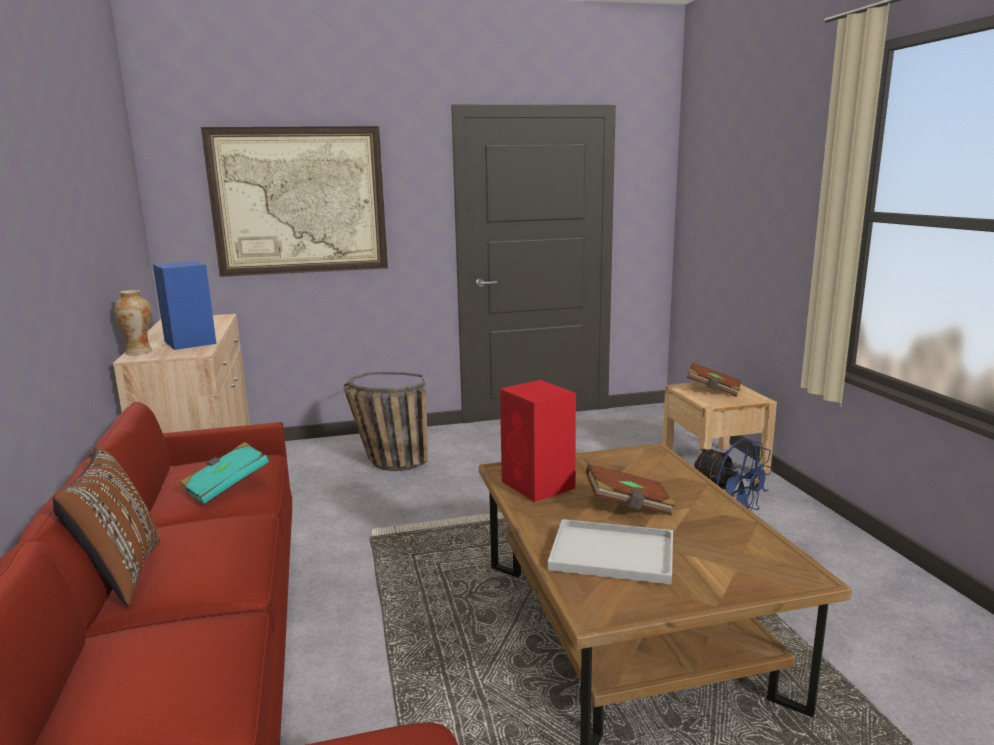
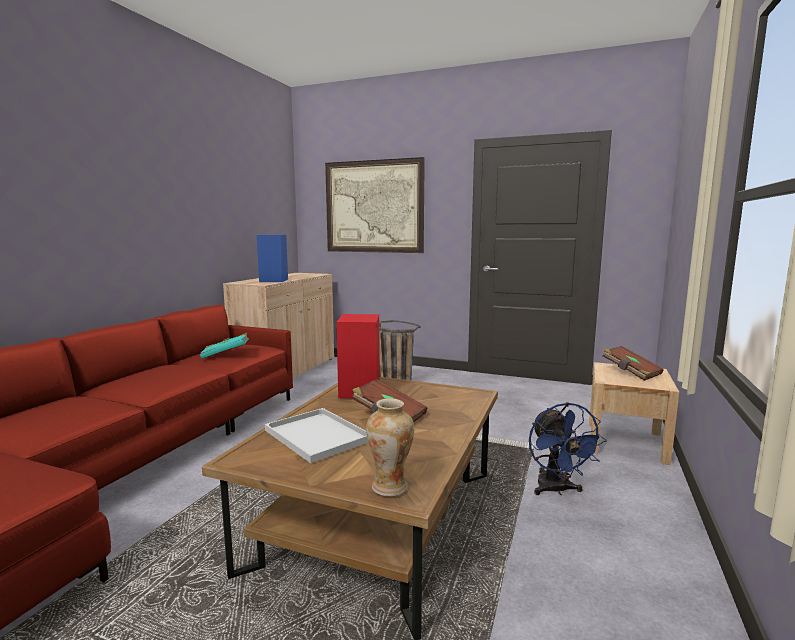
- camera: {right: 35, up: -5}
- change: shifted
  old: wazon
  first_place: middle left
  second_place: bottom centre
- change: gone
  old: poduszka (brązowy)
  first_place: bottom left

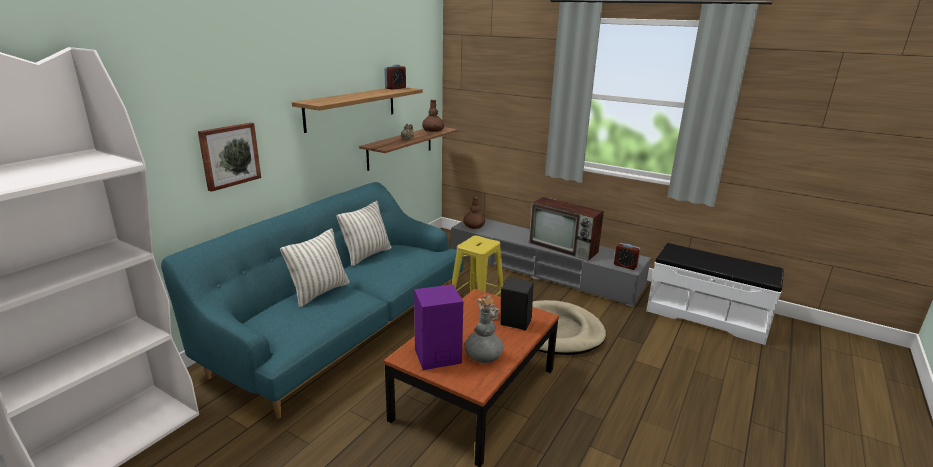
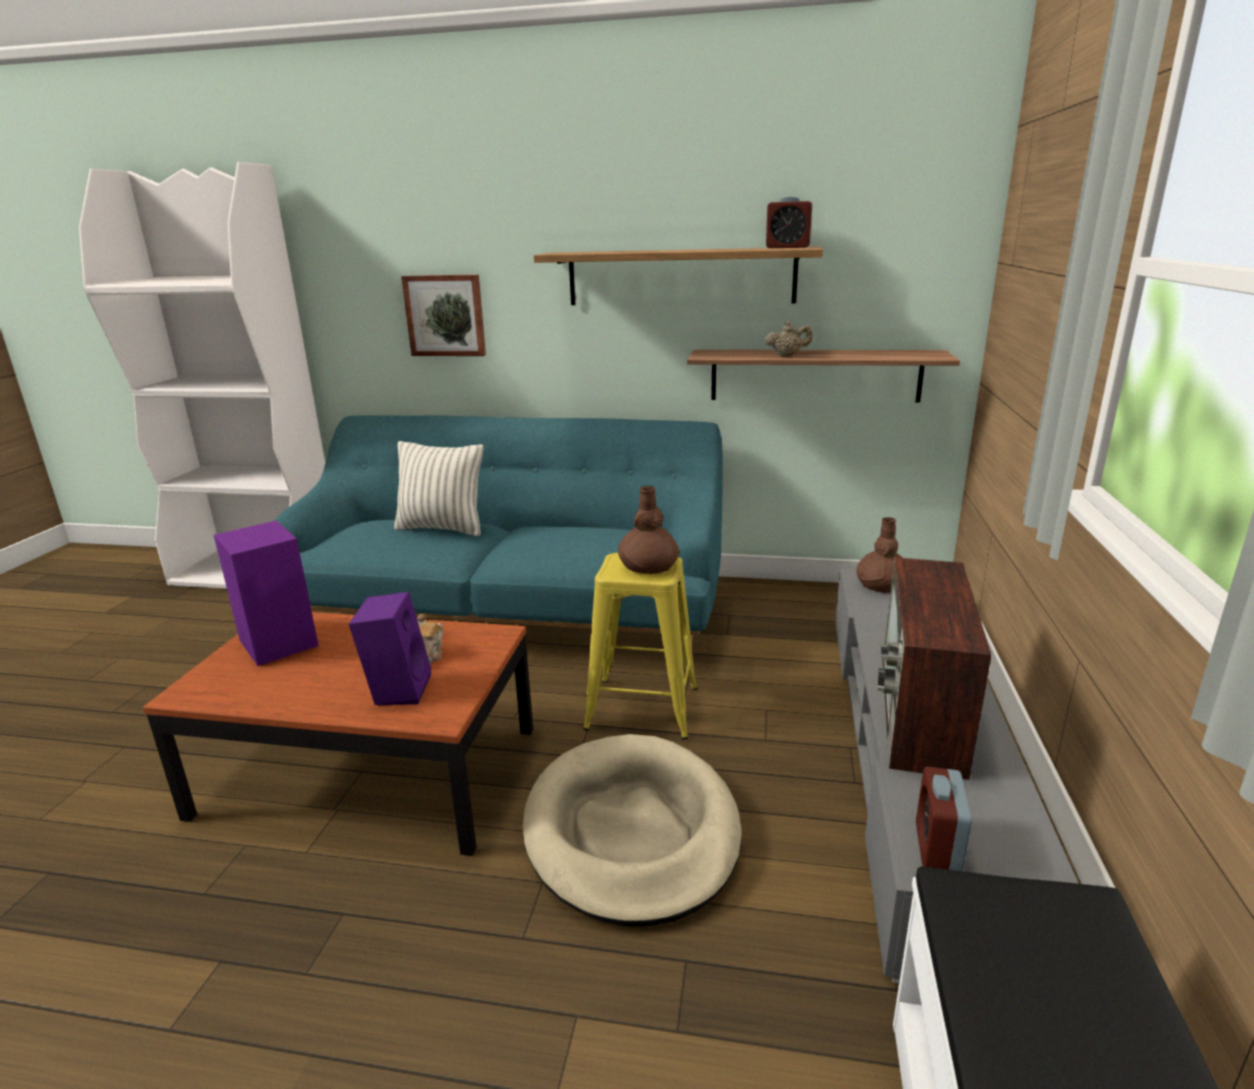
- camera: {right: 70, up: 0}
- change: shifted
  old: wazon (brązowy) (no. 1 from left)
  first_place: top centre
  second_place: centre
- change: gone
  old: poduszka (no. 2 from left)
  first_place: centre
- change: repainted
  old: głośnik (czarny)
  new: głośnik (fioletowy) (no. 2 from left)
  first_place: centre
  second_place: middle left
- change: gone
  old: wazon (szary)
  first_place: bottom centre

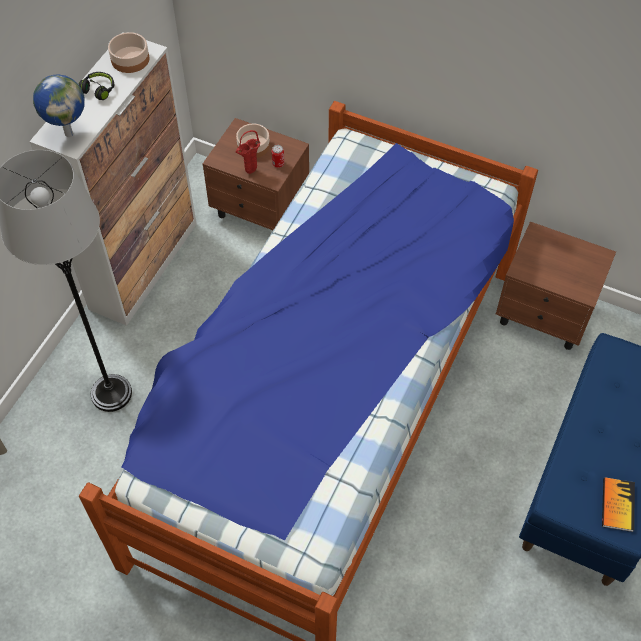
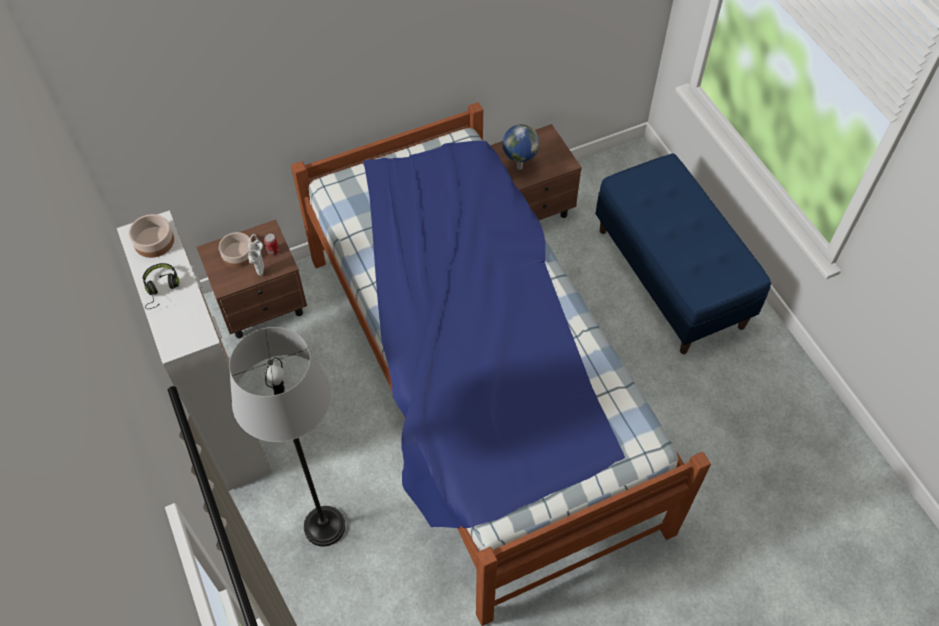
- camera: {right: -50, up: 0}
- change: shifted
  old: globus
  first_place: top left
  second_place: top centre
- change: repainted
  old: wazon (czerwony)
  new: wazon (biały)
  first_place: top centre
  second_place: middle left
- change: gone
  old: książka
  first_place: bottom right

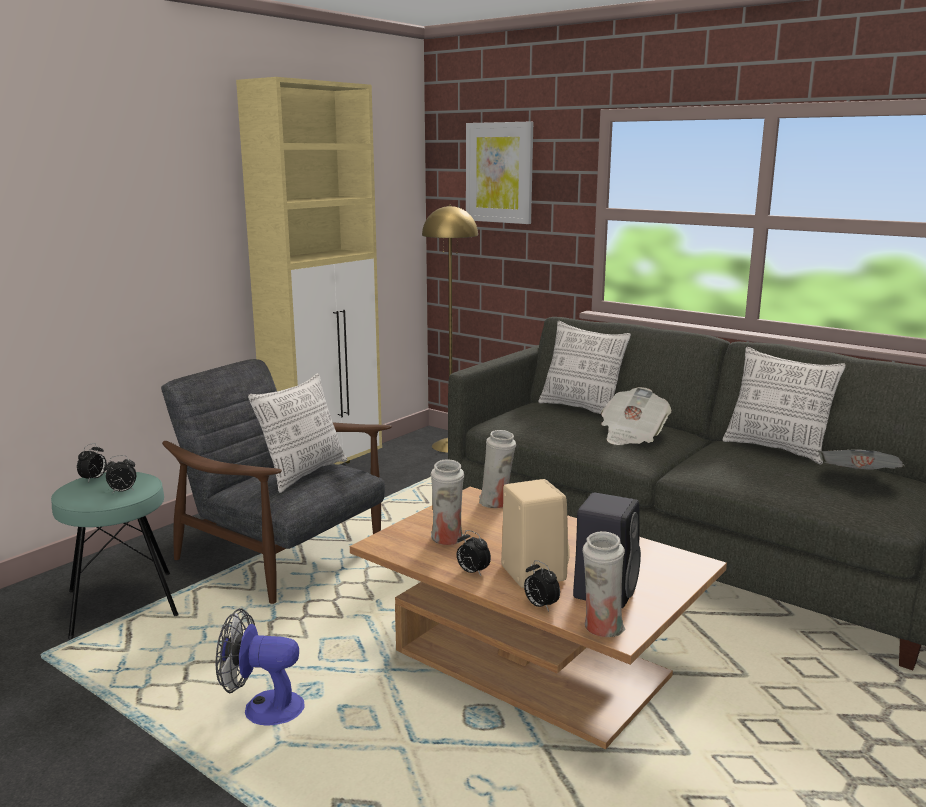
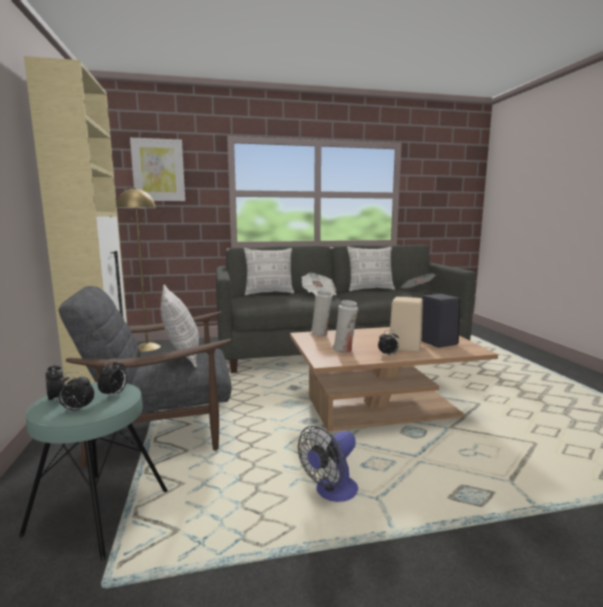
- camera: {right: -50, up: -5}
- change: gone
  old: wazon (biały) (no. 3 from left)
  first_place: bottom centre
- change: shifted
  old: budzik (no. 4 from left in the first image)
  new: budzik (no. 2 from left)
  first_place: bottom centre
  second_place: middle left

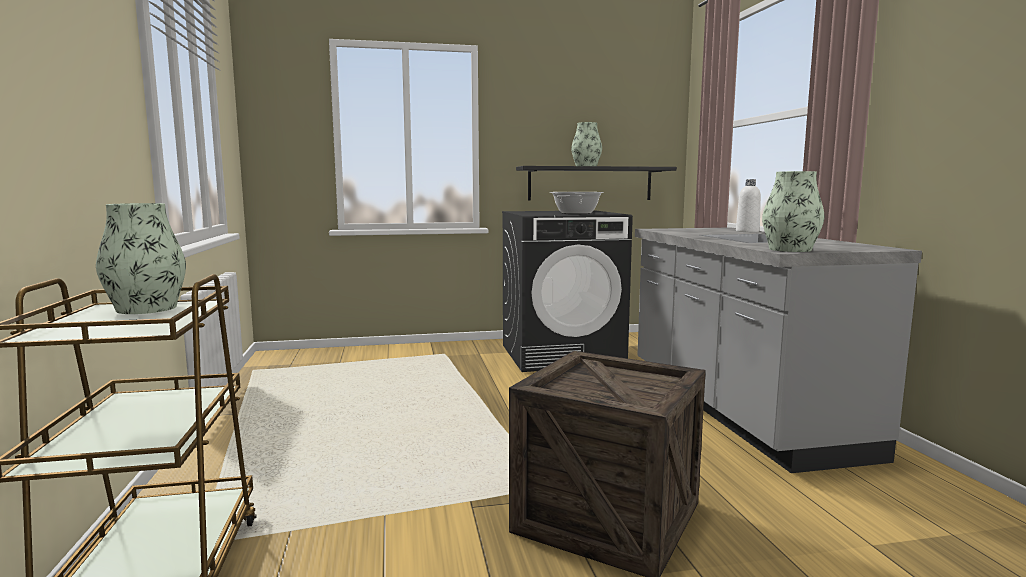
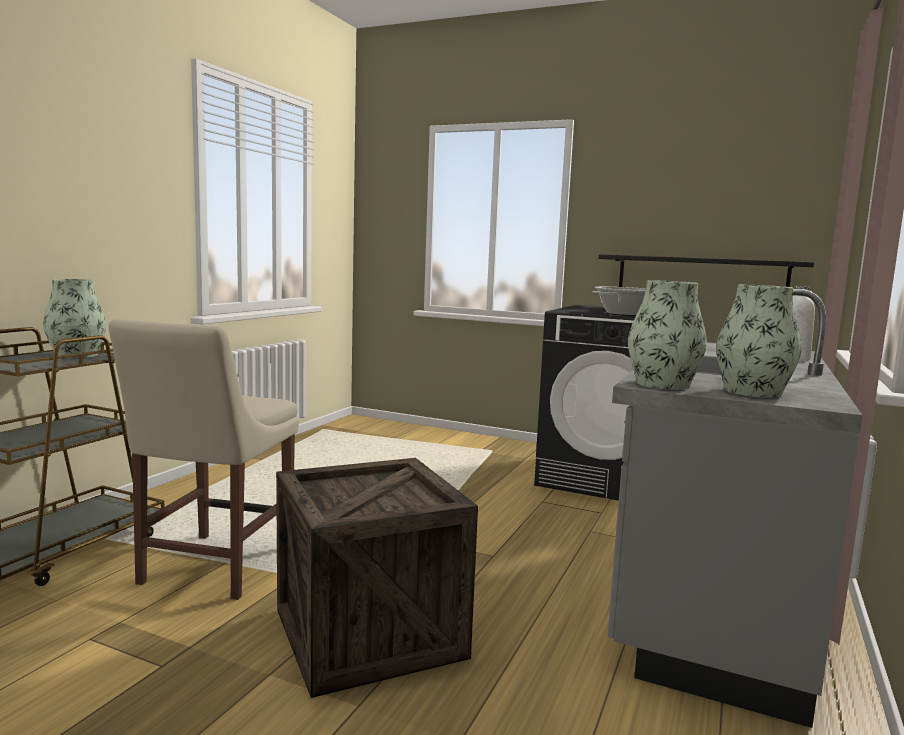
- camera: {right: 35, up: 0}
- change: shifted
  old: wazon (no. 2 from left in the first image)
  new: wazon (no. 3 from left)
  first_place: top centre
  second_place: middle right
- change: new
  new: krzesło (beżowy)
  second_place: middle left

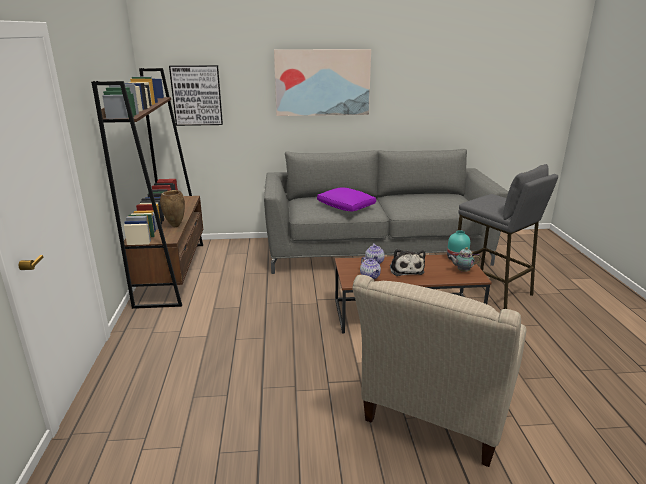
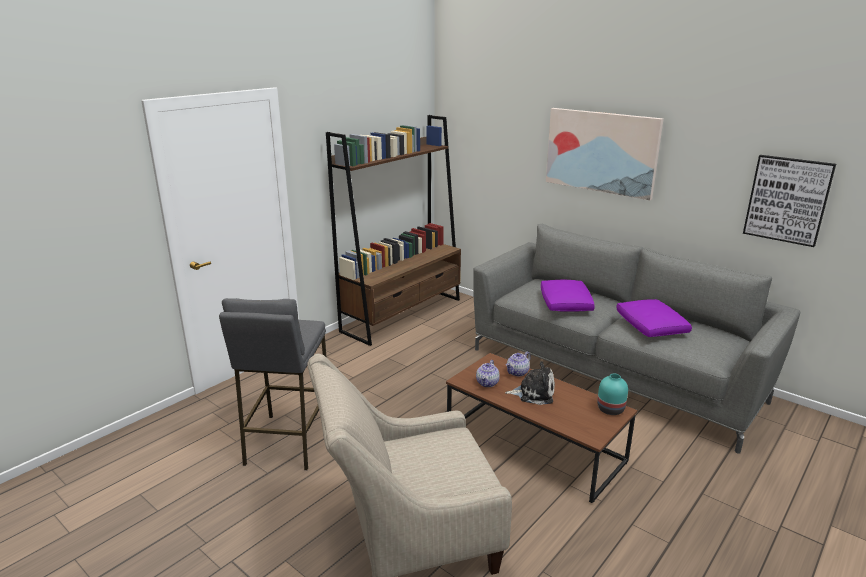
- camera: {right: 45, up: 0}
- change: shifted
  old: obraz (no. 1 from left in the first image)
  new: obraz (no. 2 from left)
  first_place: top left
  second_place: middle right
- change: shifted
  old: stołek (szary)
  first_place: middle right
  second_place: middle left
- change: gone
  old: wazon (brązowy)
  first_place: middle left
- change: gone
  old: imbryk (no. 3 from left)
  first_place: middle right
- change: rotated
  old: pluszak
  first_place: centre
  second_place: centre
  degrees: -120
- change: new
  new: poduszka (fioletowy) (no. 2 from left)
  second_place: middle right

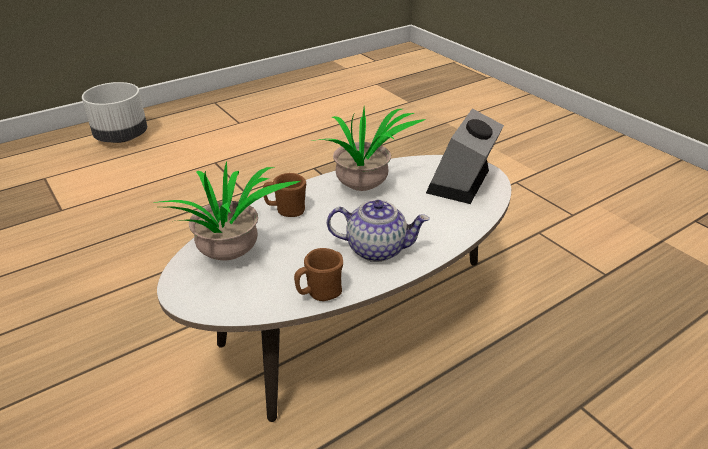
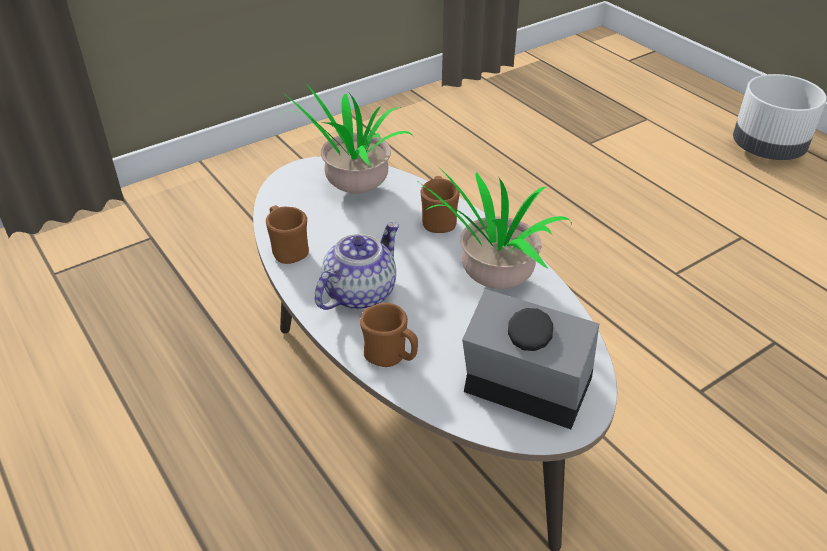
- camera: {right: 90, up: 5}
- change: rotated
  old: imbryk
  first_place: centre
  second_place: centre
  degrees: -150
- change: new
  new: kubek (brązowy) (no. 2 from left)
  second_place: centre

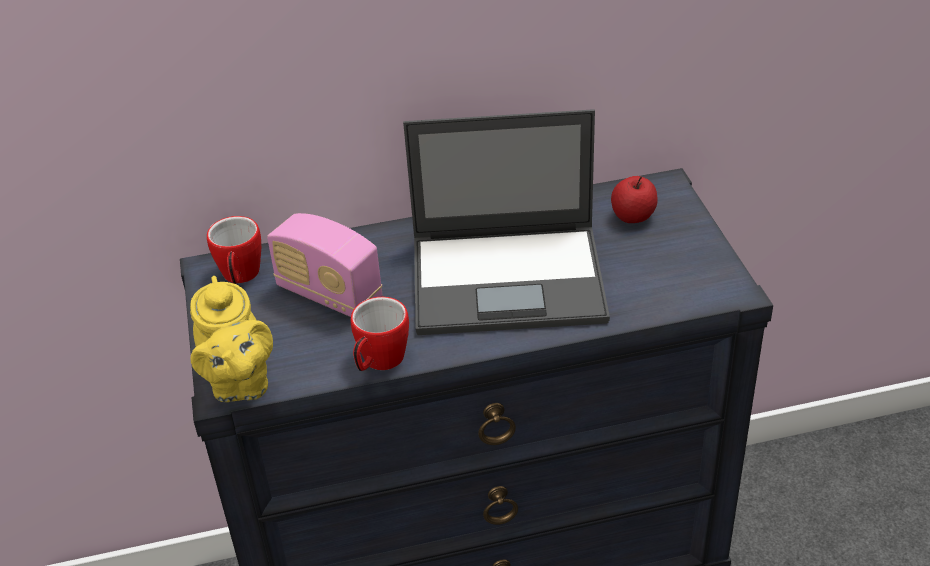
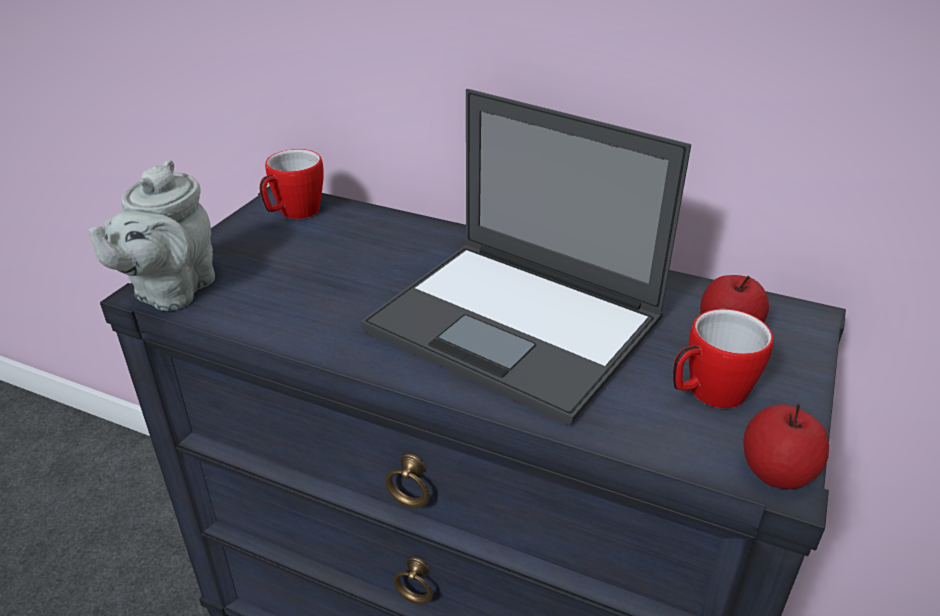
- camera: {right: 35, up: -5}
- change: gone
  old: radio
  first_place: centre
- change: repainted
  old: imbryk (żółty)
  new: imbryk (szary)
  first_place: middle left
  second_place: middle left
- change: shifted
  old: kubek (no. 2 from left)
  first_place: centre
  second_place: middle right
- change: new
  new: jabłko (no. 2 from left)
  second_place: bottom right

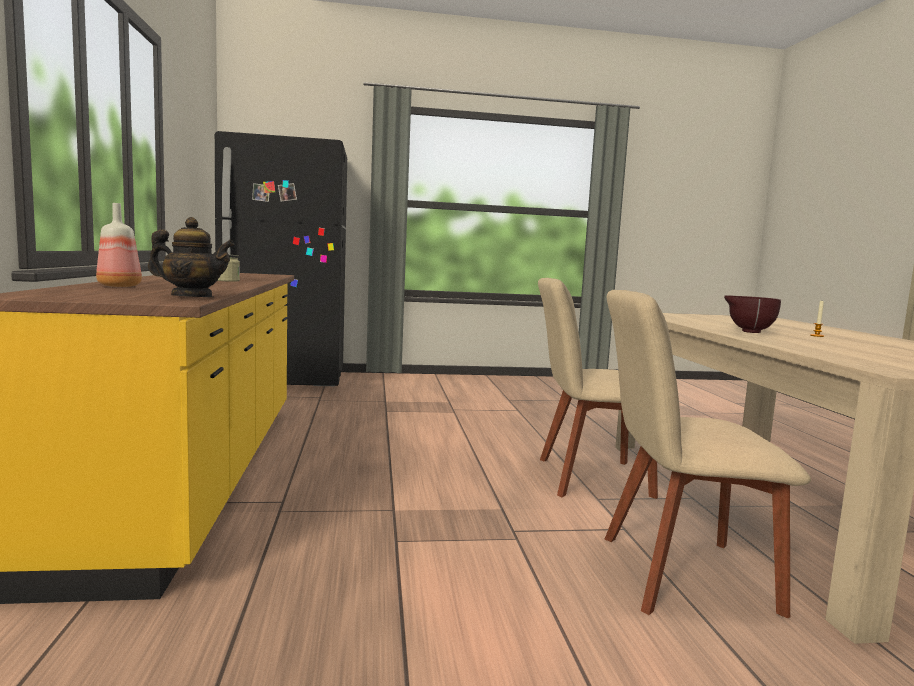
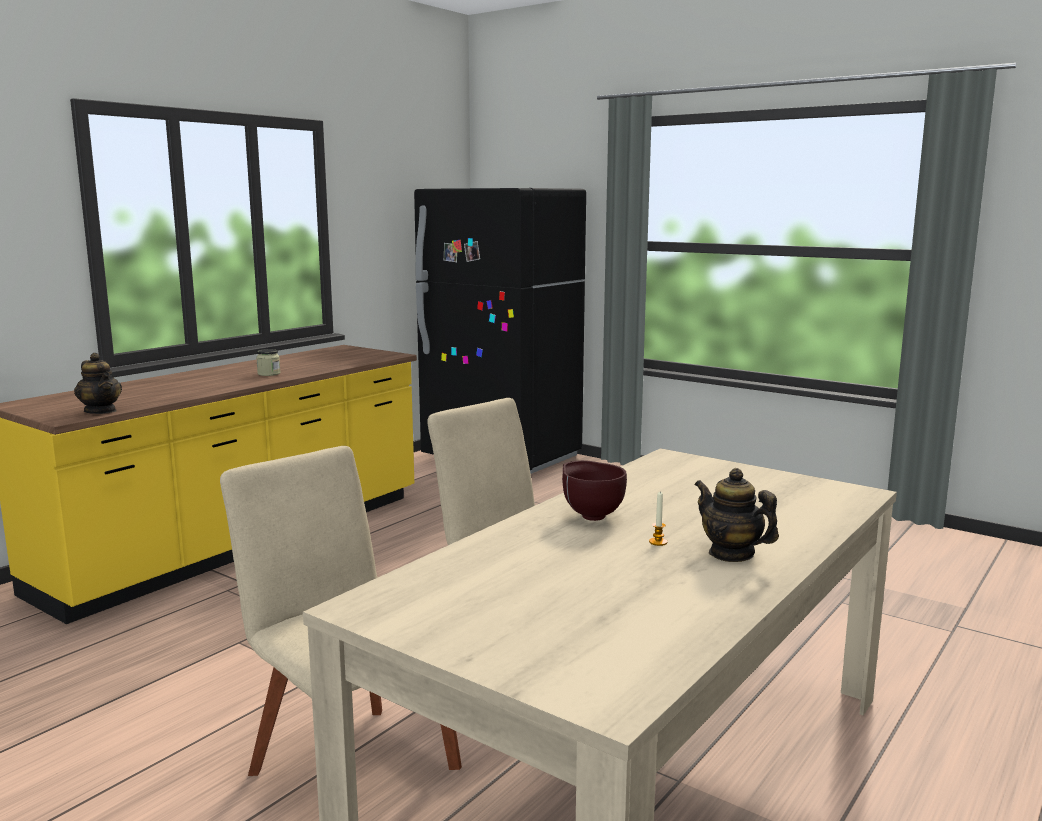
- camera: {right: 45, up: 5}
- change: gone
  old: butelka
  first_place: middle left
- change: new
  new: imbryk (no. 2 from left)
  second_place: middle right

